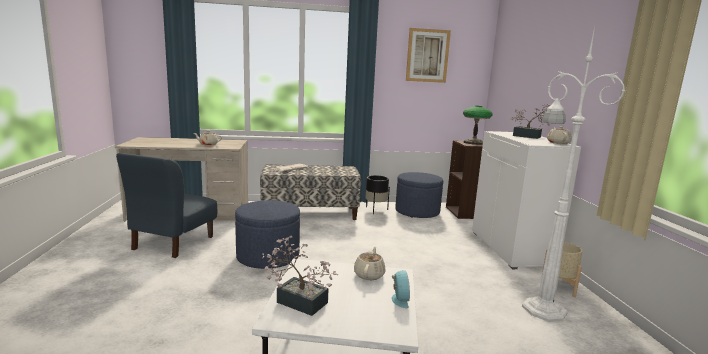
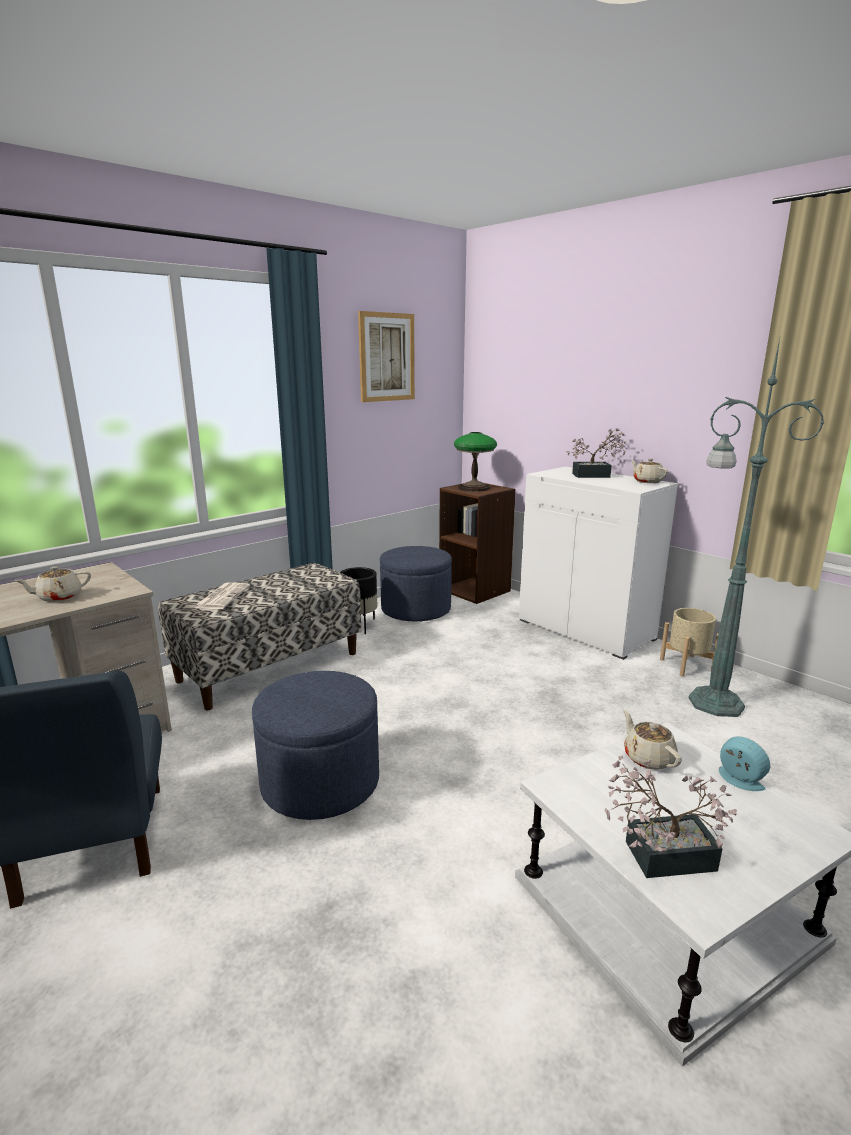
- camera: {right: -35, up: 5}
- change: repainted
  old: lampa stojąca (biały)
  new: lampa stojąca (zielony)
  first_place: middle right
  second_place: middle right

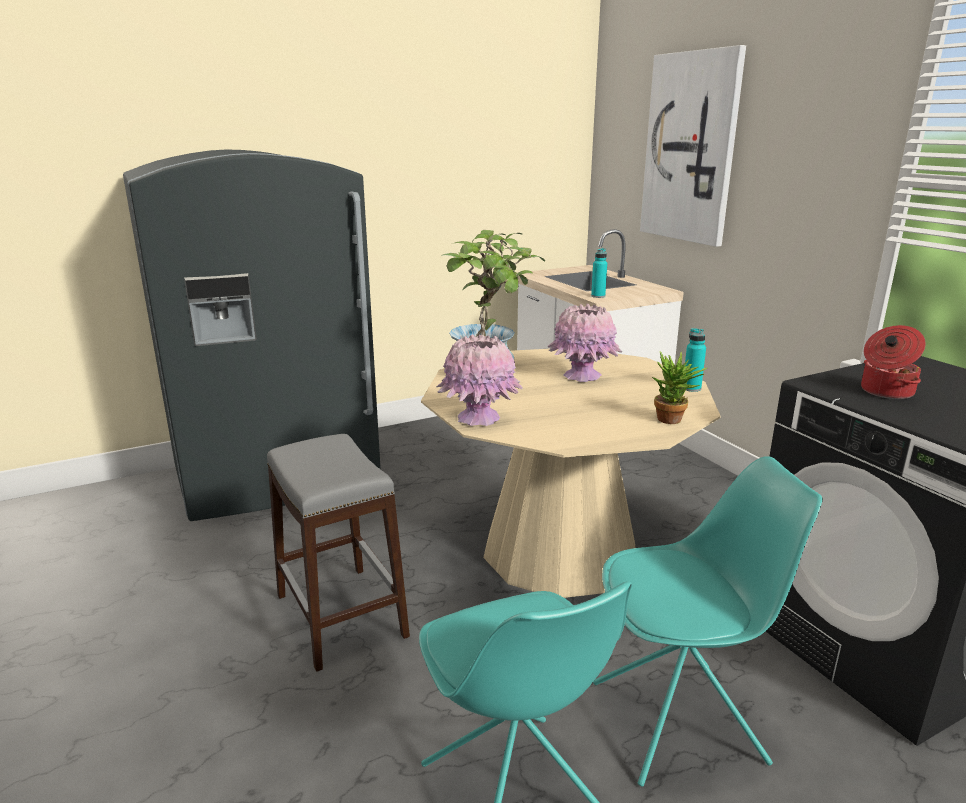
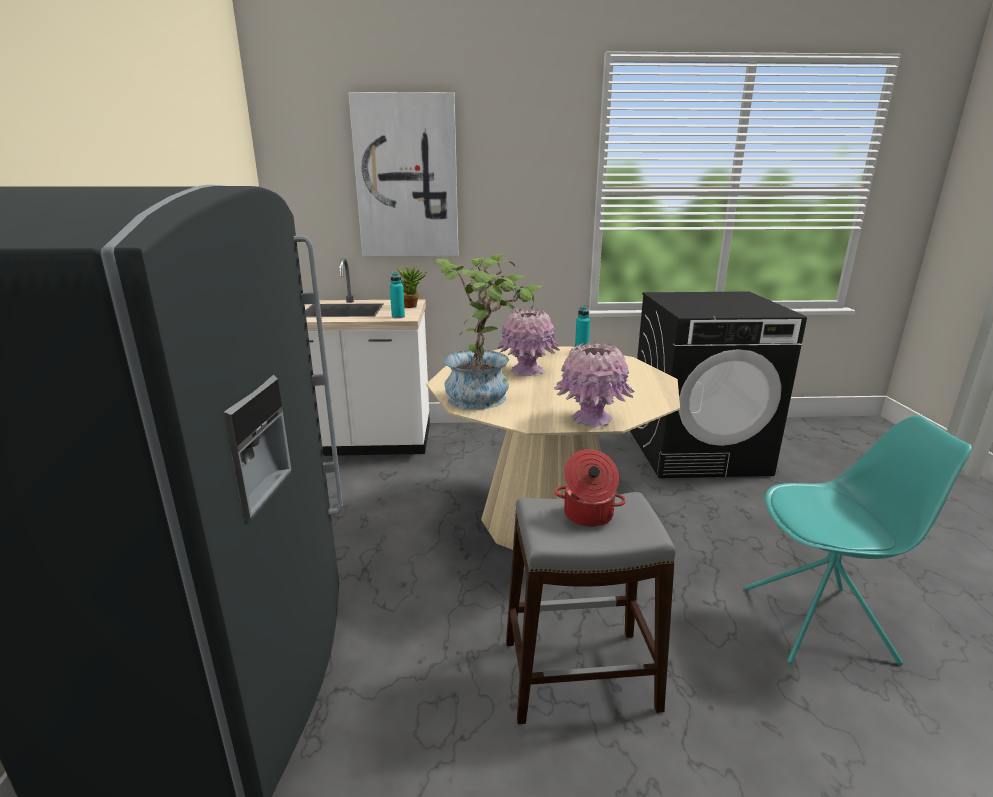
- camera: {right: -65, up: 0}
- change: shifted
  old: garnek
  first_place: middle right
  second_place: centre
- change: shifted
  old: roślina doniczkowa (no. 2 from left in the first image)
  new: roślina doniczkowa (no. 1 from left)
  first_place: middle right
  second_place: centre
- change: gone
  old: krzesło (turkusowy) (no. 2 from left)
  first_place: bottom right

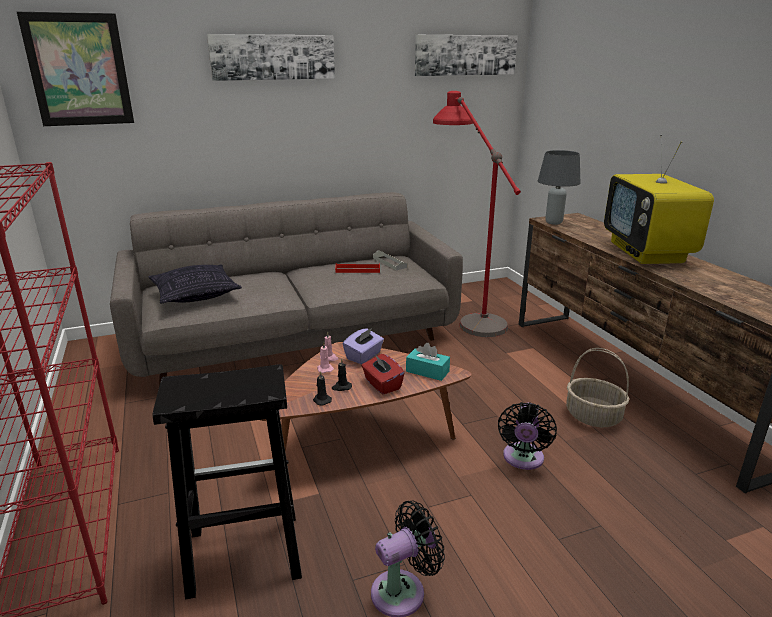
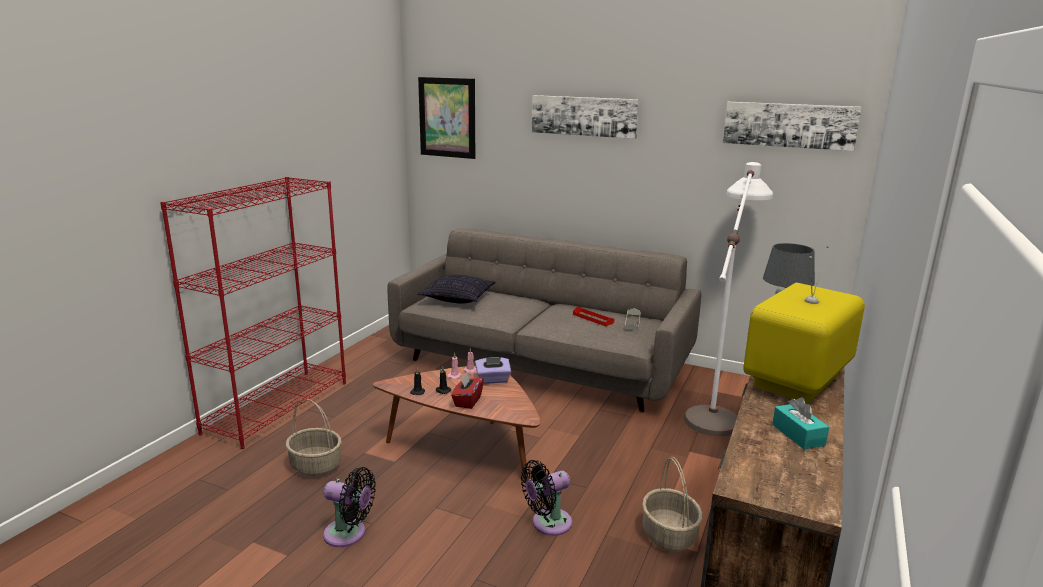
- camera: {right: 45, up: -5}
- change: repainted
  old: lampa stojąca (czerwony)
  new: lampa stojąca (biały)
  first_place: centre
  second_place: middle right
- change: shifted
  old: pudełko chusteczek (turkusowy)
  first_place: centre
  second_place: bottom right
- change: swapped
  old: stołek (czarny)
  new: koszyk (no. 1 from left)
  first_place: bottom left
  second_place: bottom left

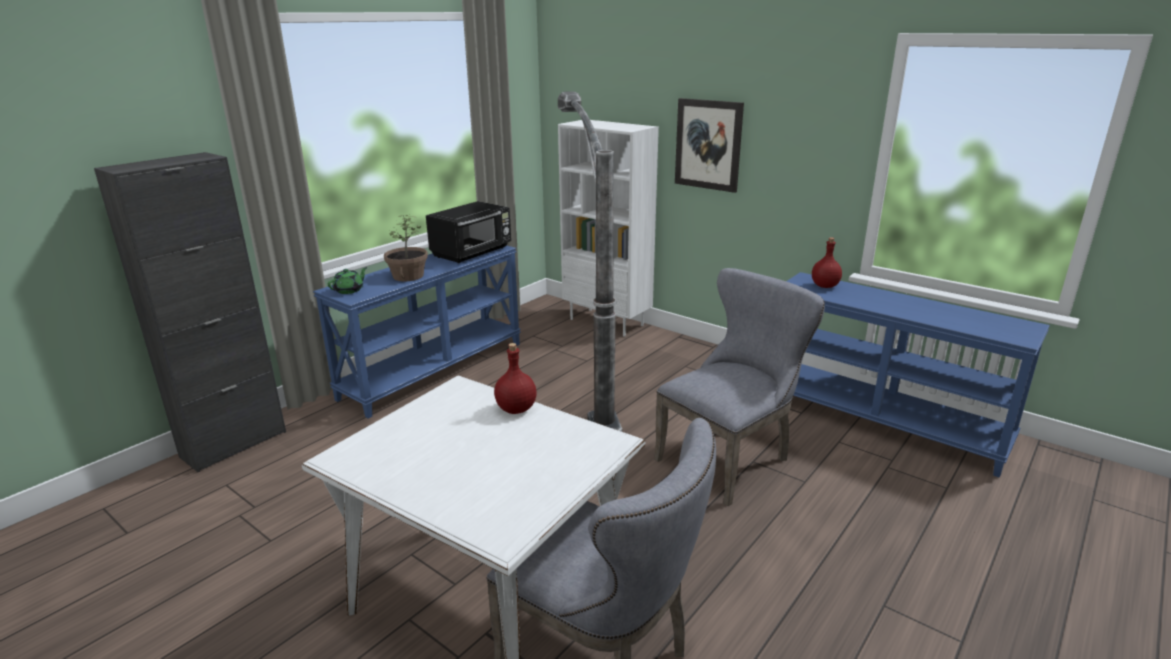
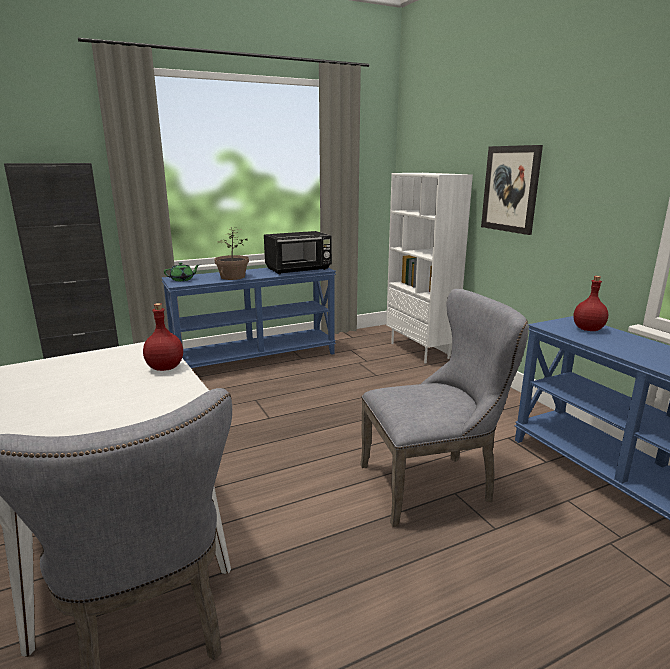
- camera: {right: 25, up: -5}
- change: gone
  old: lampa stojąca
  first_place: centre

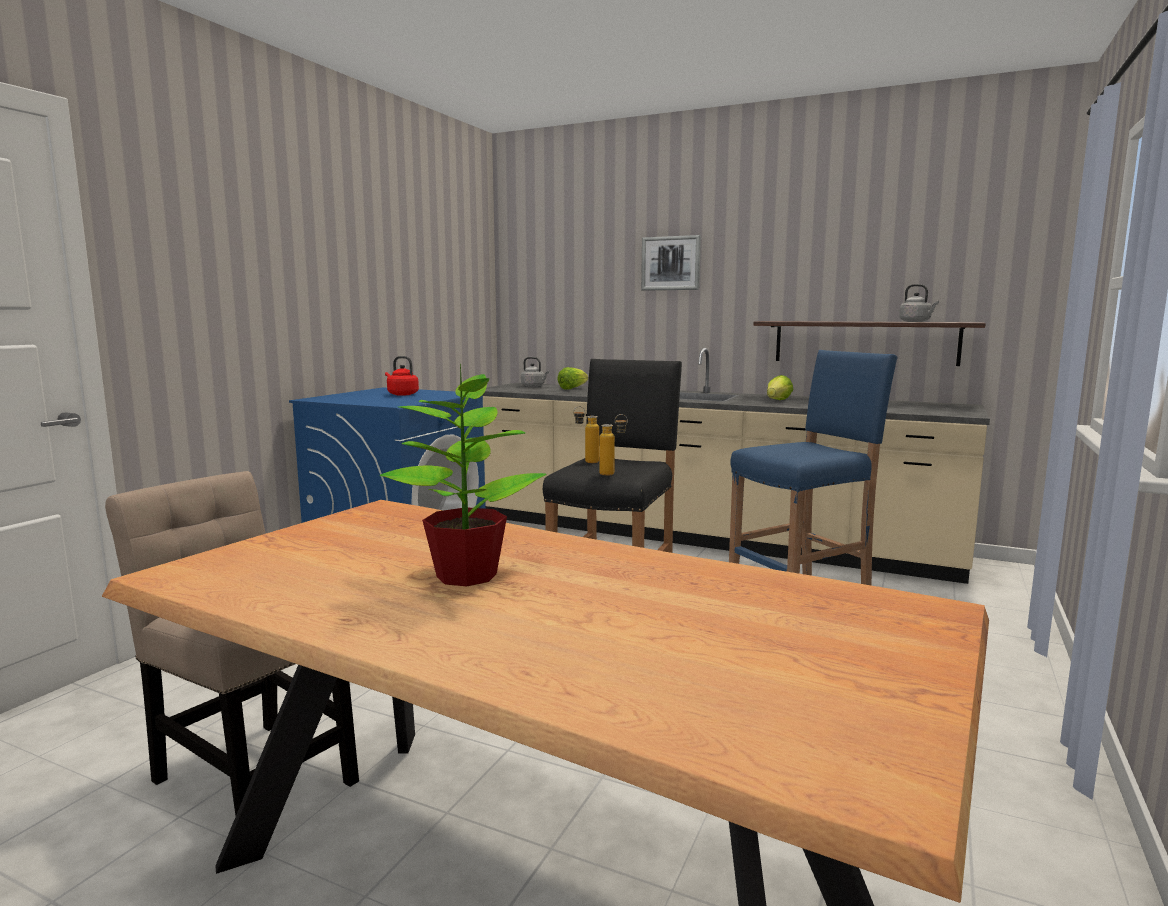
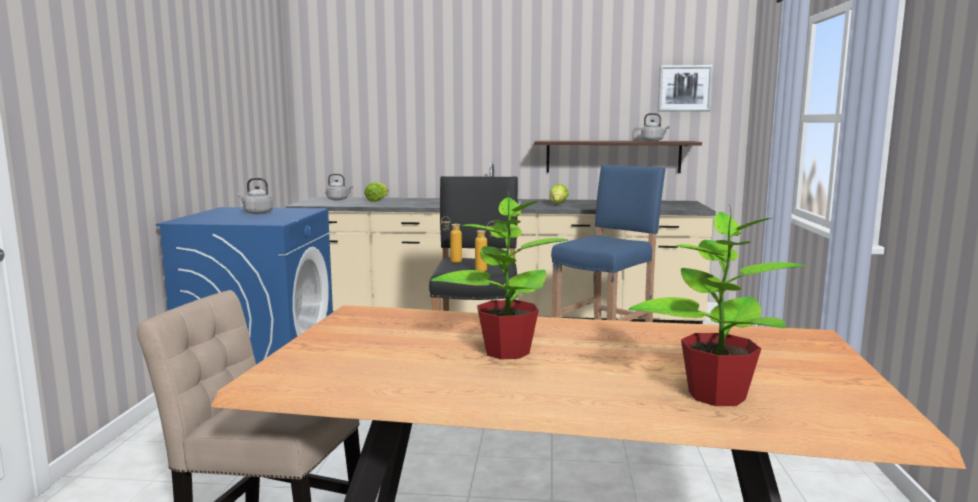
- camera: {right: -20, up: 0}
- change: shifted
  old: obraz
  first_place: top centre
  second_place: top right
- change: repainted
  old: czajnik (czerwony)
  new: czajnik (szary) (no. 1 from left)
  first_place: centre
  second_place: middle left
- change: new
  new: roślina doniczkowa (no. 2 from left)
  second_place: middle right

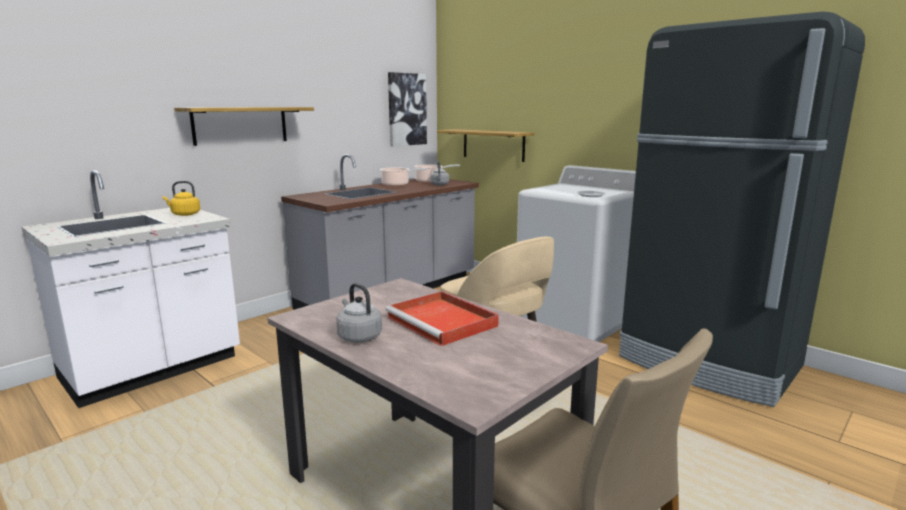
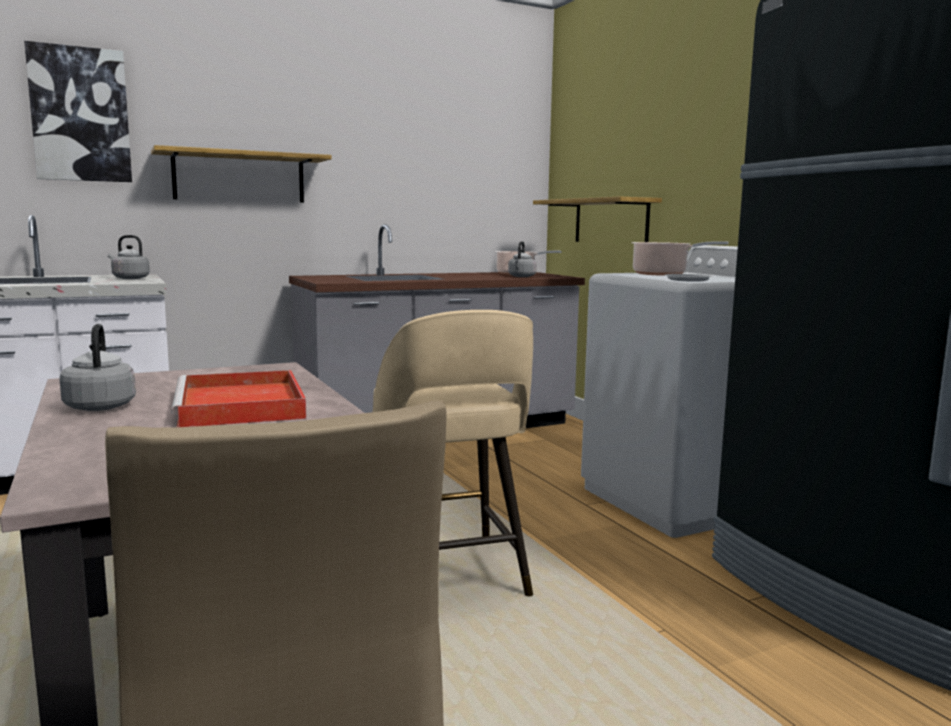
- camera: {right: 20, up: -5}
- change: shifted
  old: obraz
  first_place: top centre
  second_place: top left
- change: shifted
  old: garnek (no. 1 from left in the first image)
  new: garnek (no. 2 from left)
  first_place: centre
  second_place: middle right
- change: repainted
  old: czajnik (żółty)
  new: czajnik (szary) (no. 2 from left)
  first_place: middle left
  second_place: middle left

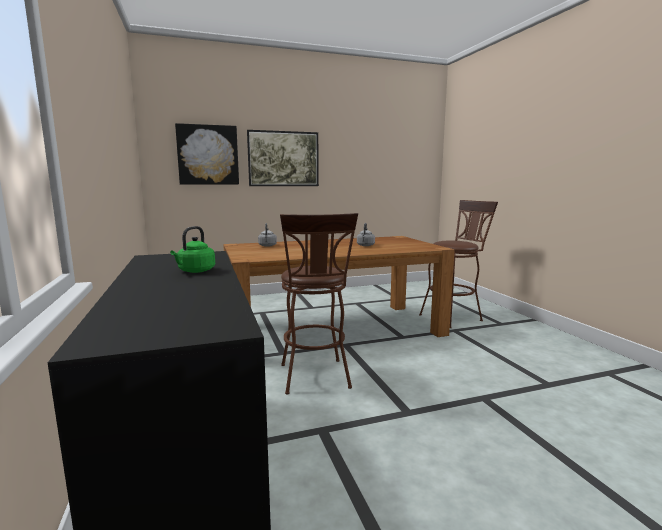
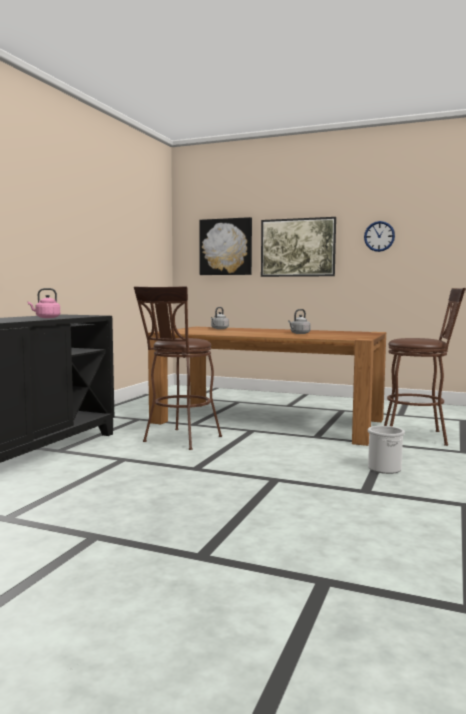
- camera: {right: 40, up: -5}
- change: repainted
  old: czajnik (zielony)
  new: czajnik (różowy)
  first_place: middle left
  second_place: middle left
- change: new
  new: zegar ścienny
  second_place: top right
- change: new
  new: wiadro
  second_place: middle right

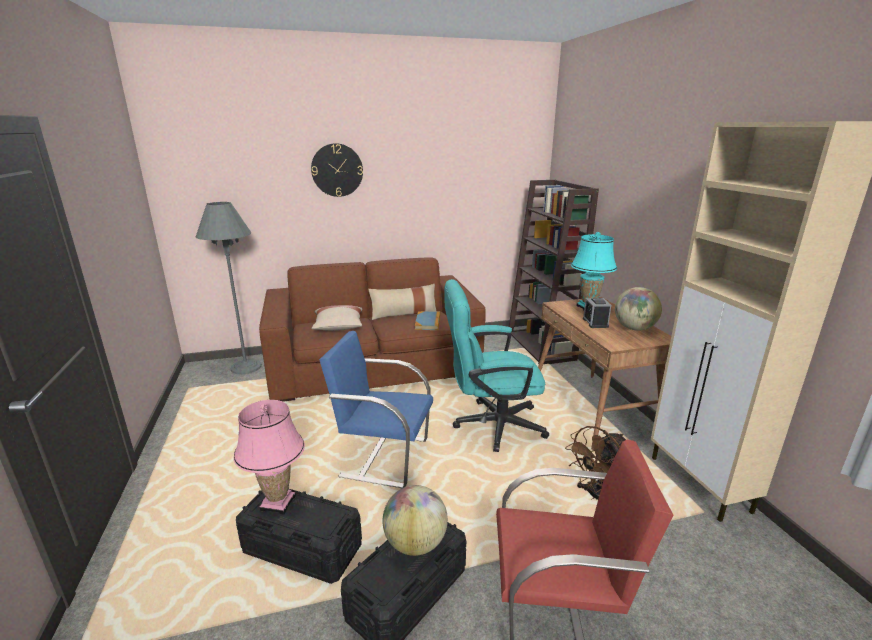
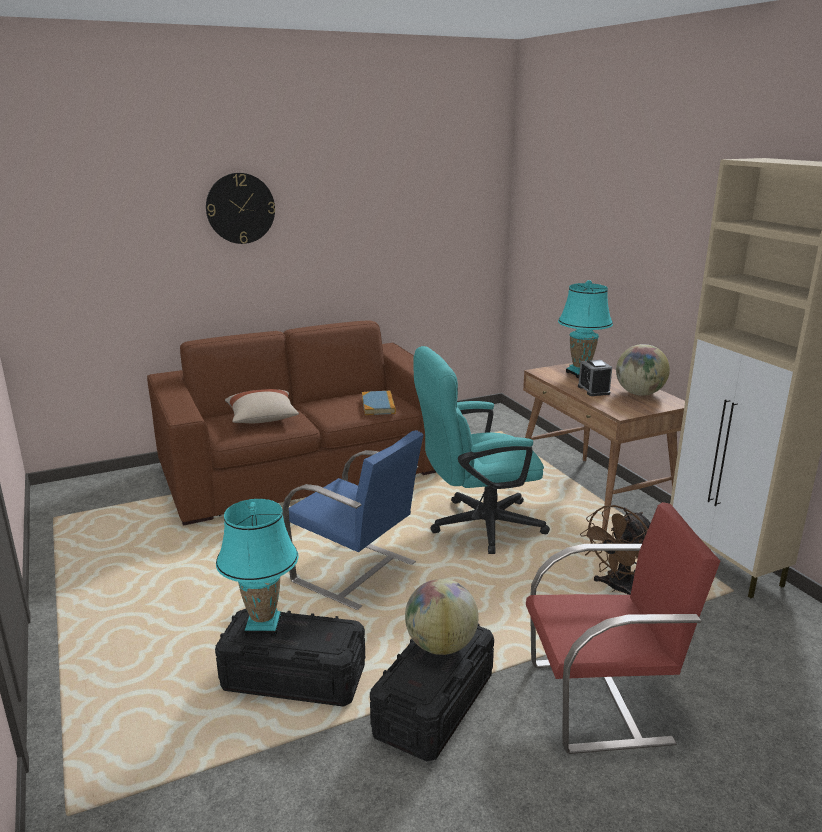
- camera: {right: -10, up: 0}
- change: gone
  old: regał (brązowy)
  first_place: centre
- change: gone
  old: lampa stojąca (szary)
  first_place: middle left
- change: gone
  old: poduszka (beżowy) (no. 2 from left)
  first_place: centre
- change: rotated
  old: krzesło (niebieski)
  first_place: centre
  second_place: centre
  degrees: -150
- change: repainted
  old: lampa stołowa (różowy)
  new: lampa stołowa (turkusowy) (no. 1 from left)
  first_place: bottom left
  second_place: bottom left

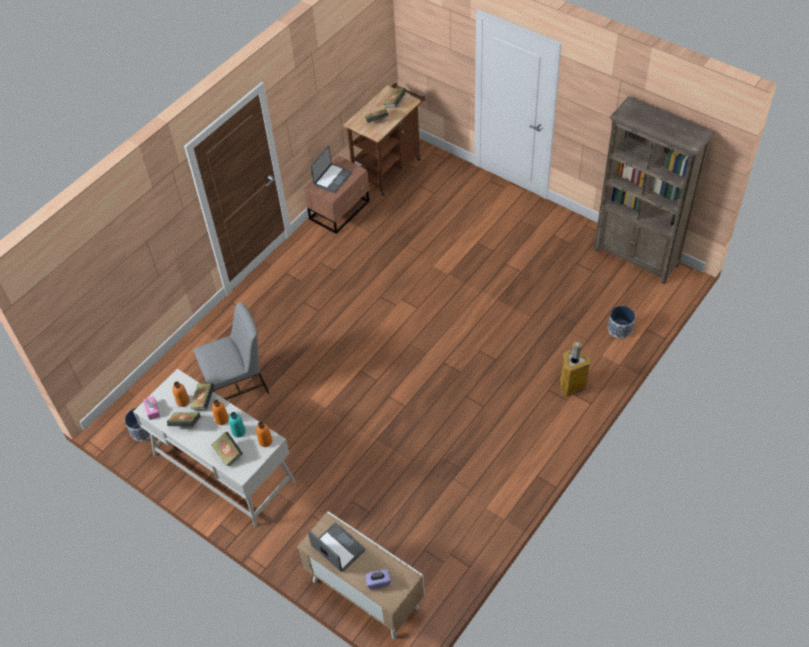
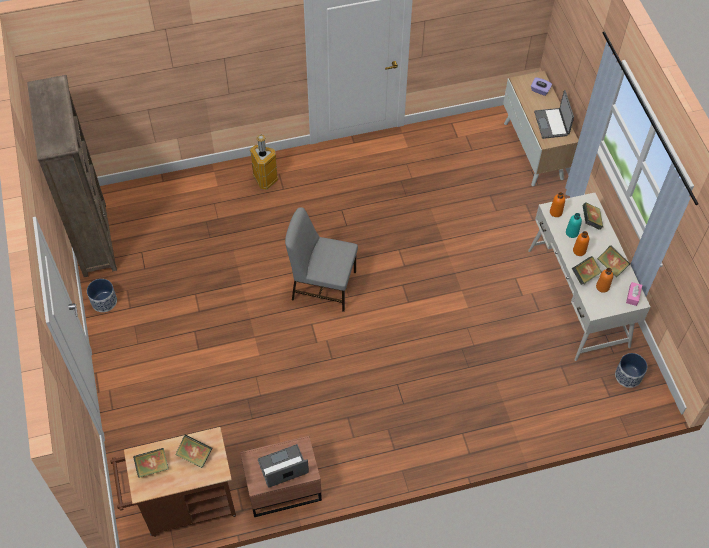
- camera: {right: -145, up: 5}
- change: shifted
  old: krzesło (szary)
  first_place: middle left
  second_place: centre
- change: shifted
  old: donica (no. 2 from left in the first image)
  new: donica (no. 1 from left)
  first_place: middle right
  second_place: middle left

